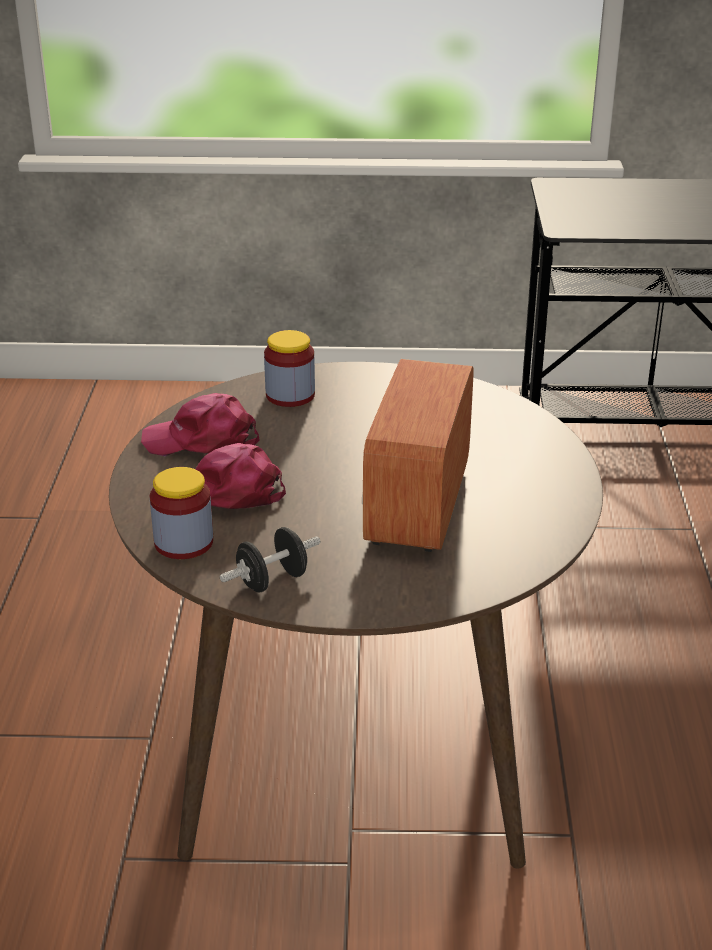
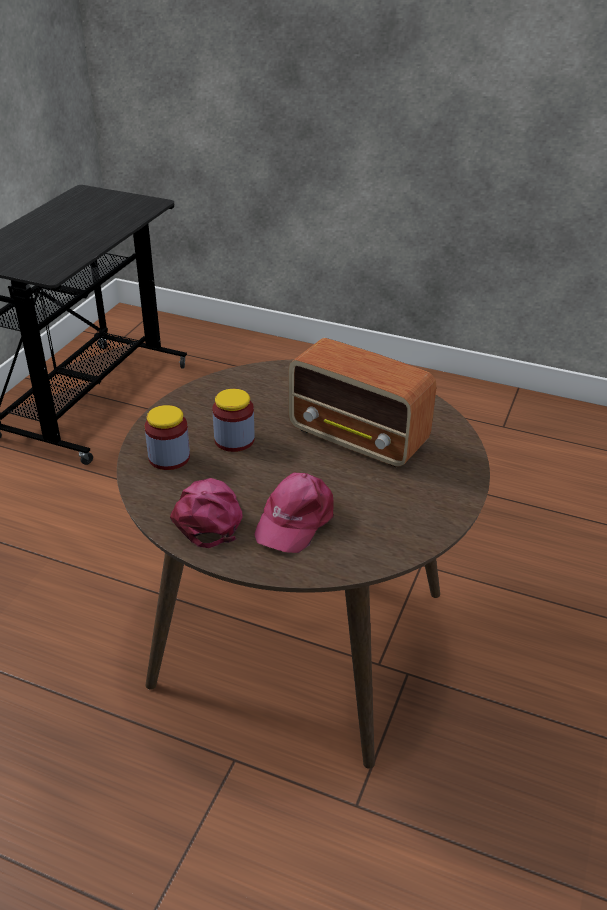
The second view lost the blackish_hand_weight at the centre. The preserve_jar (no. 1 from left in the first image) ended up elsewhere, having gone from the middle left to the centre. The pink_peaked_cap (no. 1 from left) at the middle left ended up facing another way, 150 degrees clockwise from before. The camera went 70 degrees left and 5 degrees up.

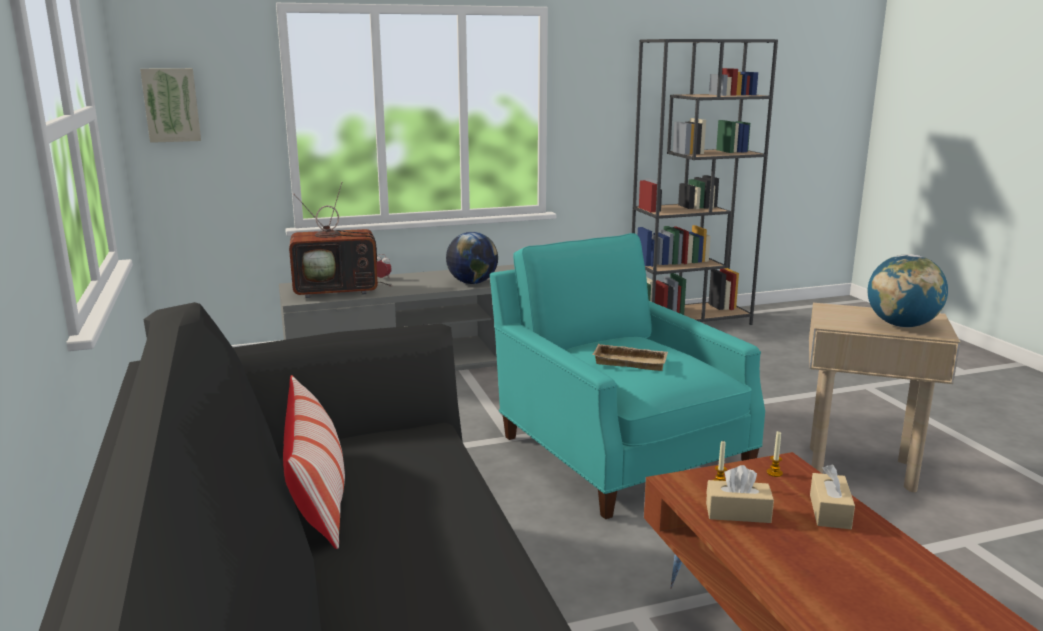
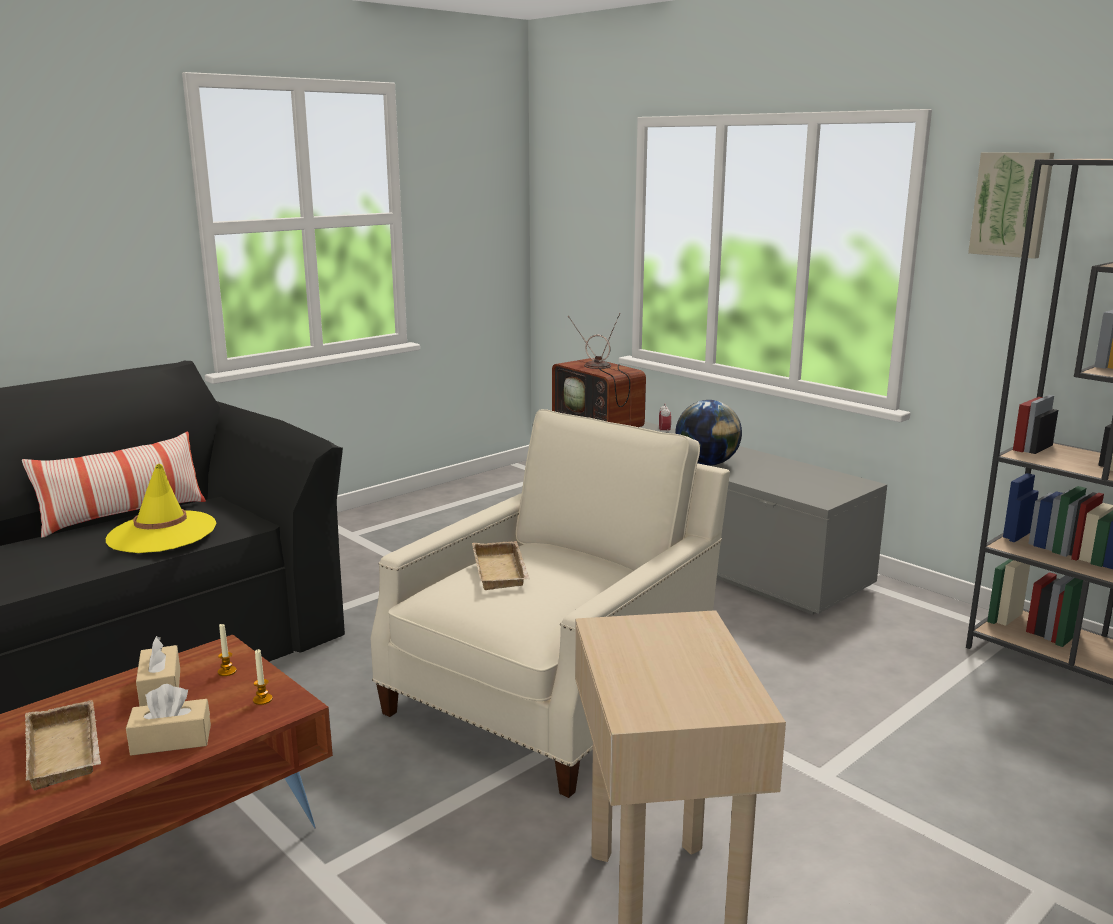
The second view lost the globe (no. 2 from left) at the middle right. The second view gained the beige_tray (no. 1 from left) at the bottom left. The second view gained the yellow-coloured_clothing_hat at the middle left. The wall_art ended up elsewhere, having gone from the top left to the top right. What was the turquoise_easy_chair at the centre turned into the beige_easy_chair at the centre. The camera went 65 degrees right and 0 degrees up.

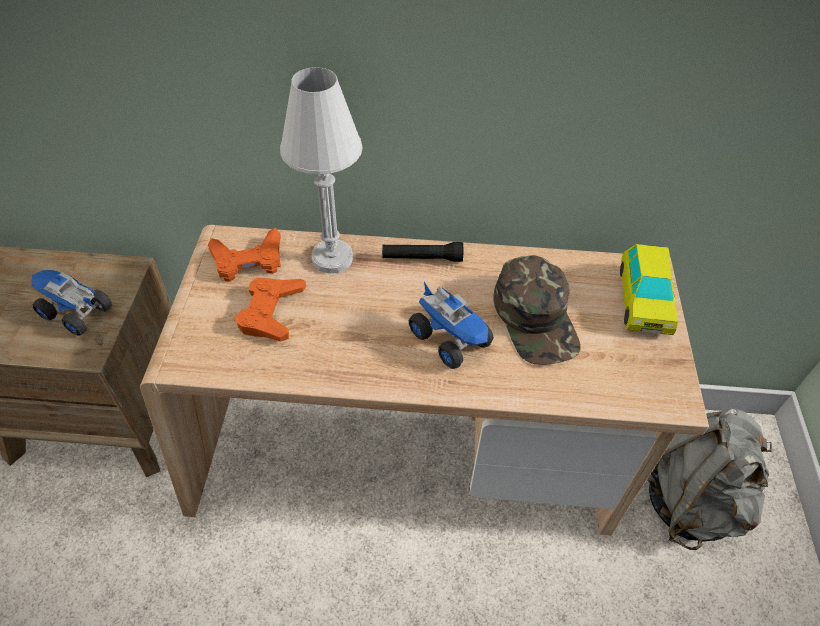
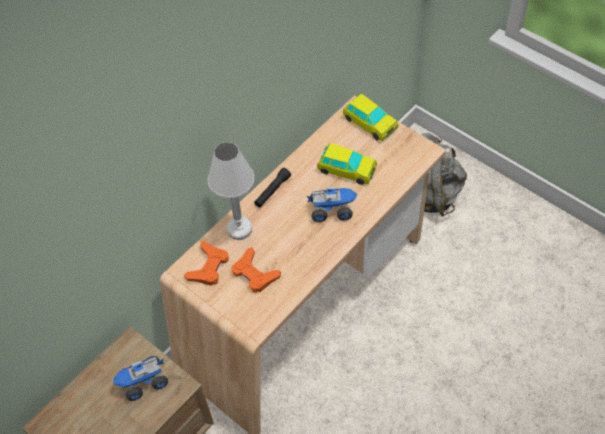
Where the green-coloured_peaked_cap stood at the centre, the toy_car (no. 1 from left) came to stand at the centre. The camera went 50 degrees left and 5 degrees up.

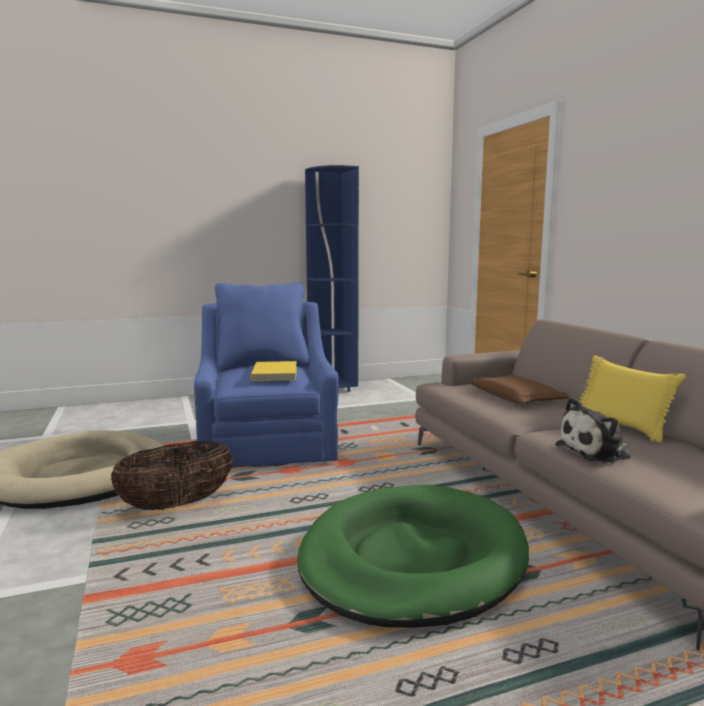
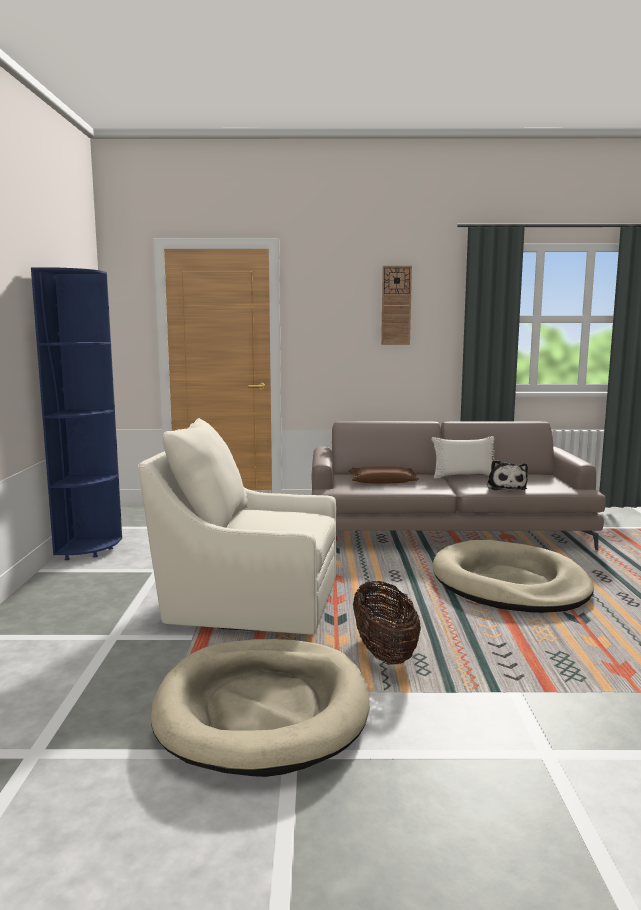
The second view lost the yellow-coloured_bound_book at the centre. The second view gained the wall_clock at the centre. What was the blue-coloured_easy_chair at the centre turned into the beige_easy_chair at the centre. What was the green-coloured_pet_bed at the bottom centre turned into the beige_pet_bed (no. 2 from left) at the middle right. What was the yellow-coloured_pillow at the middle right turned into the white_pillow at the middle right. The camera went 70 degrees left and 0 degrees up.

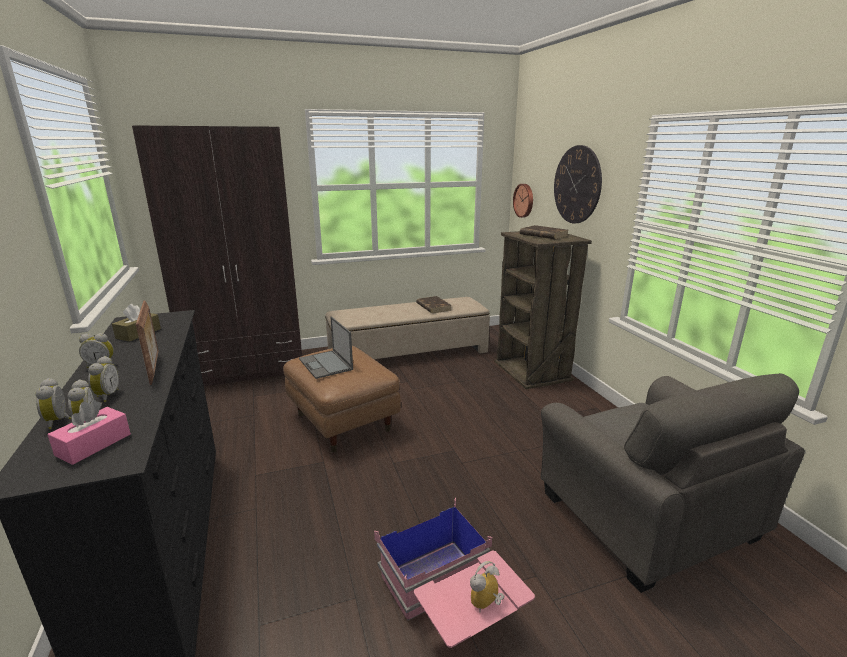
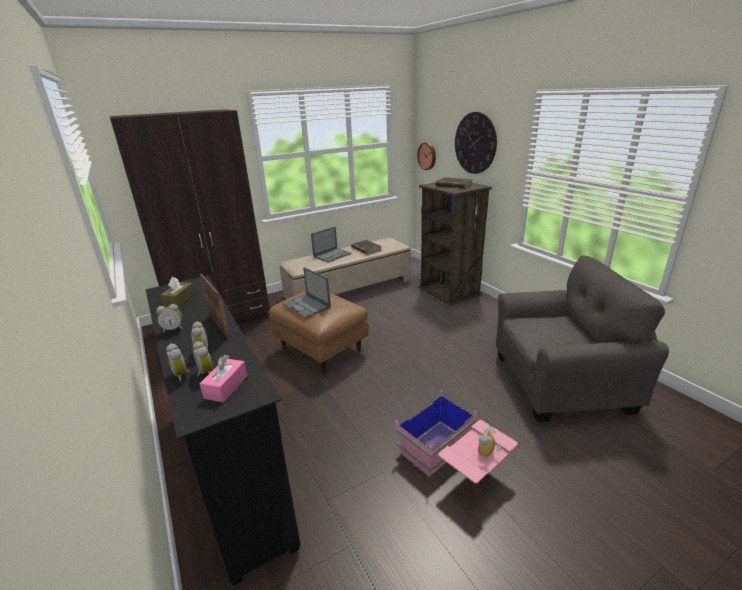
The second view gained the notebook_computer (no. 2 from left) at the centre. The greyish_easy_chair at the bottom right ended up facing another way, 60 degrees counterclockwise from before. The camera went 10 degrees left and 5 degrees up.

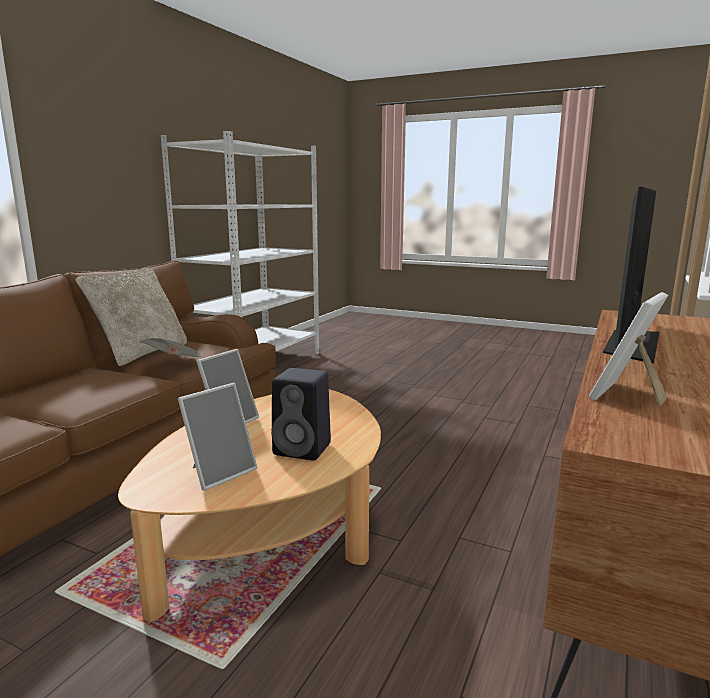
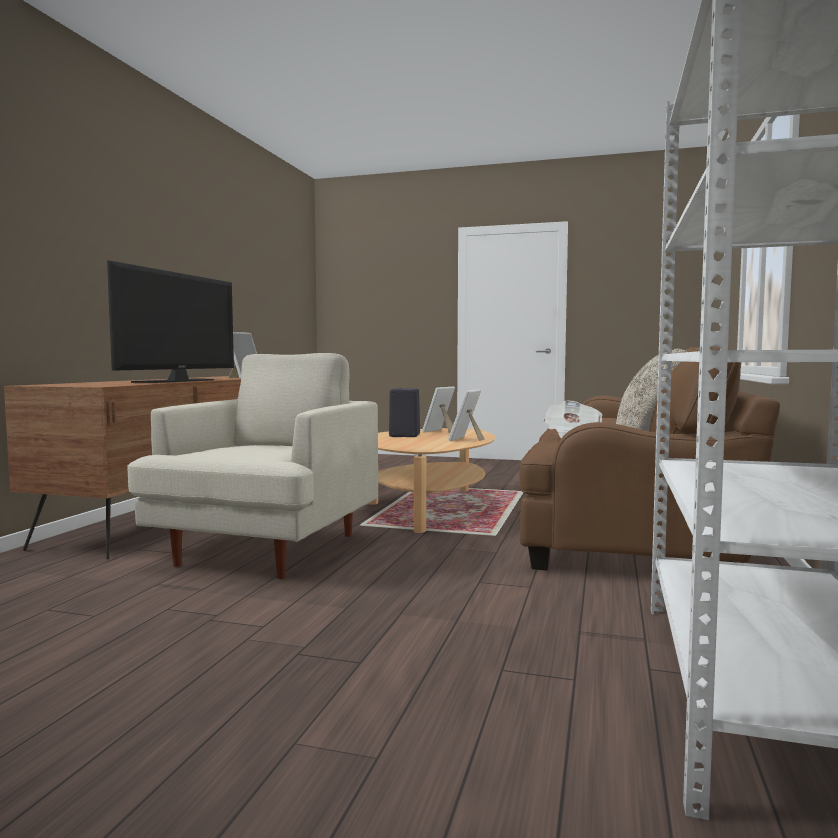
The second view gained the beige_easy_chair at the middle left. The camera went 170 degrees right and 10 degrees down.

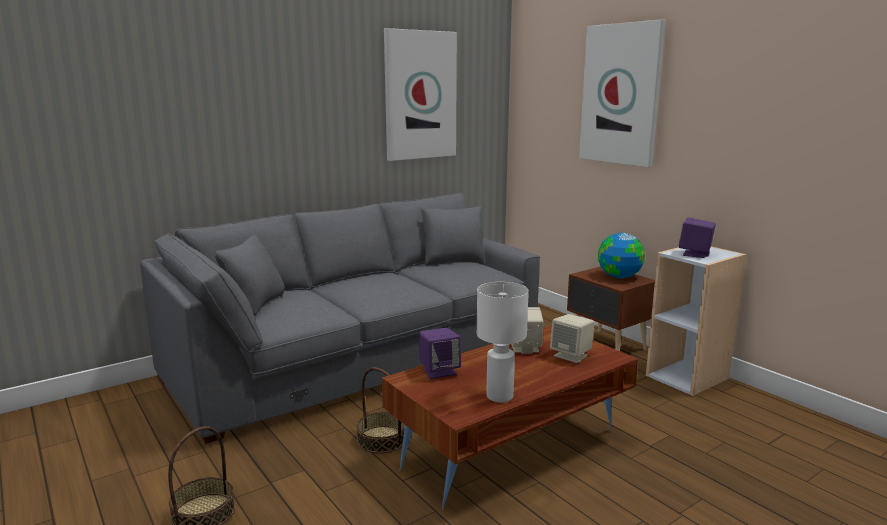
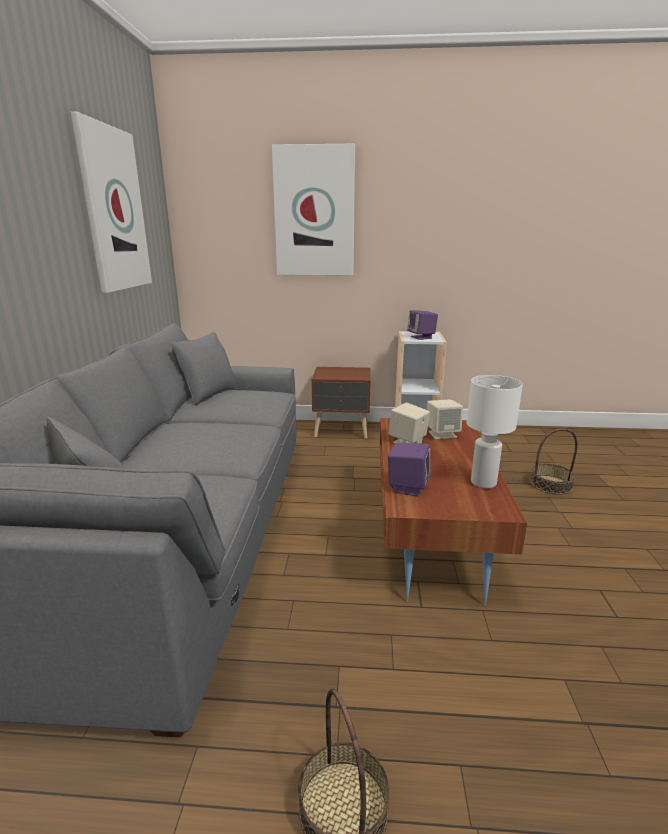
The second view lost the globe at the middle right. The storage_basket (no. 2 from left) ended up elsewhere, having gone from the bottom centre to the middle right. The camera went 50 degrees left and 5 degrees up.

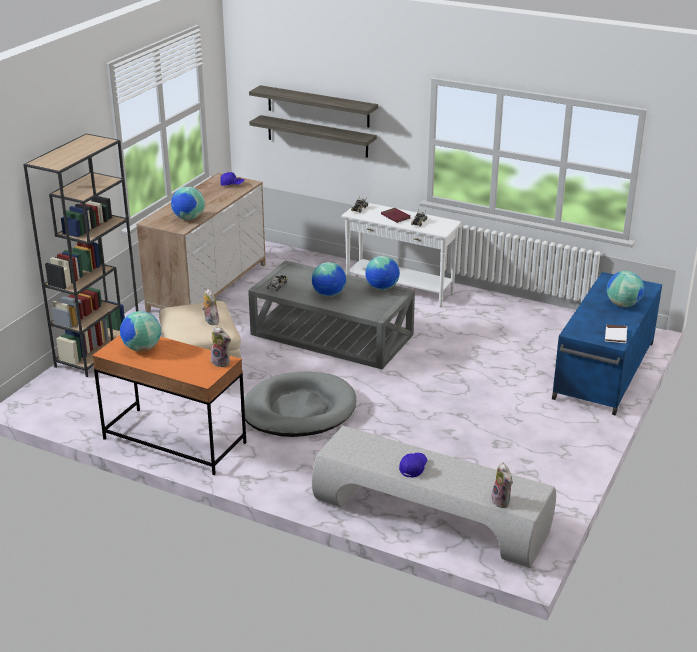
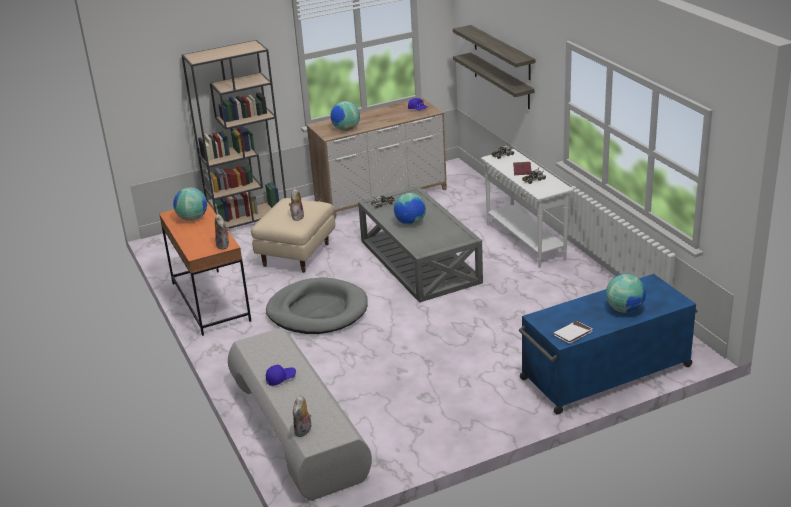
The second view lost the globe (no. 4 from left) at the centre. The camera went 40 degrees right and 0 degrees up.

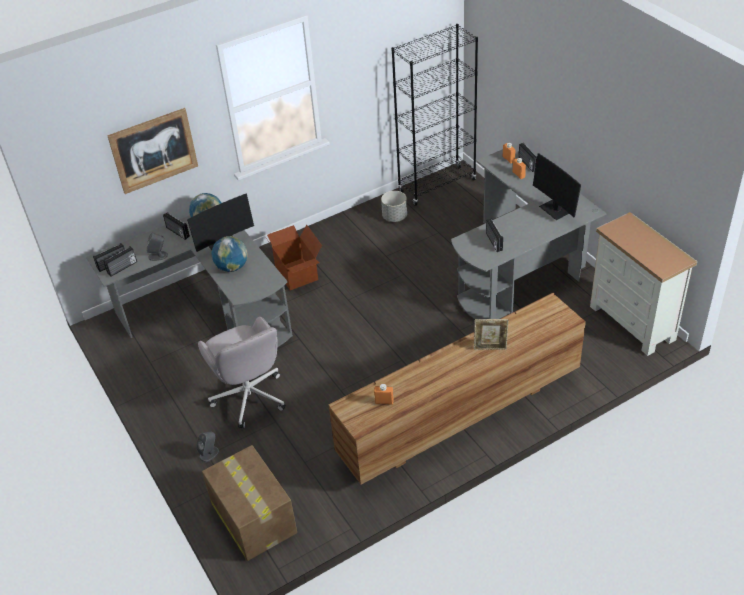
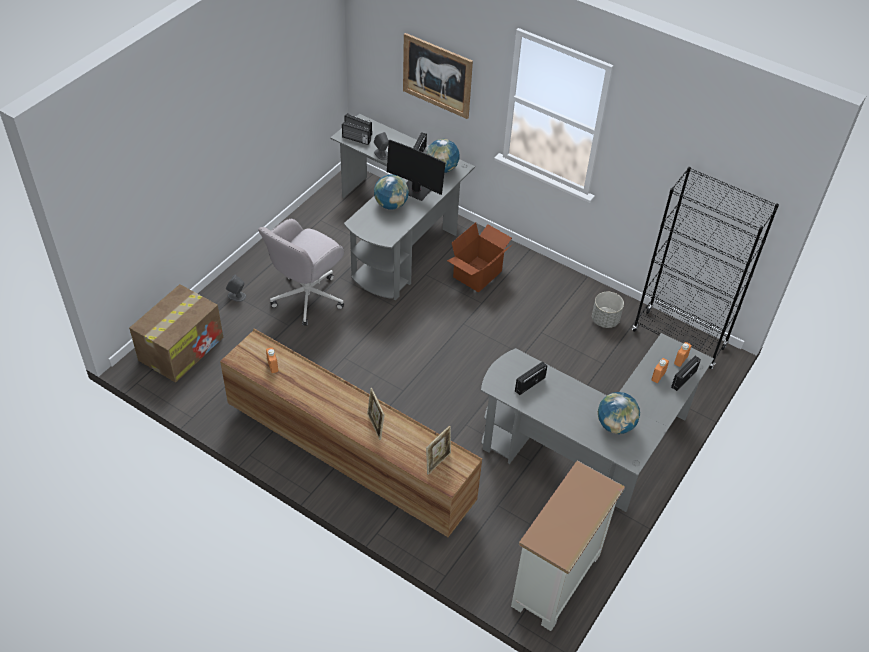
The second view gained the photo_frame (no. 2 from left) at the bottom centre. Where the computer_screen (no. 2 from left) stood at the top right, the globe (no. 3 from left) came to stand at the middle right. The camera went 60 degrees right and 5 degrees up.

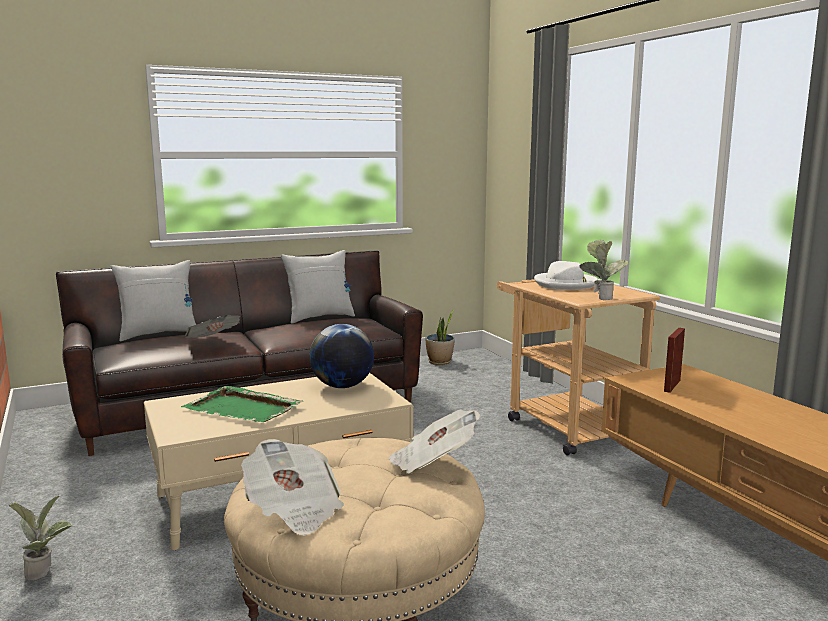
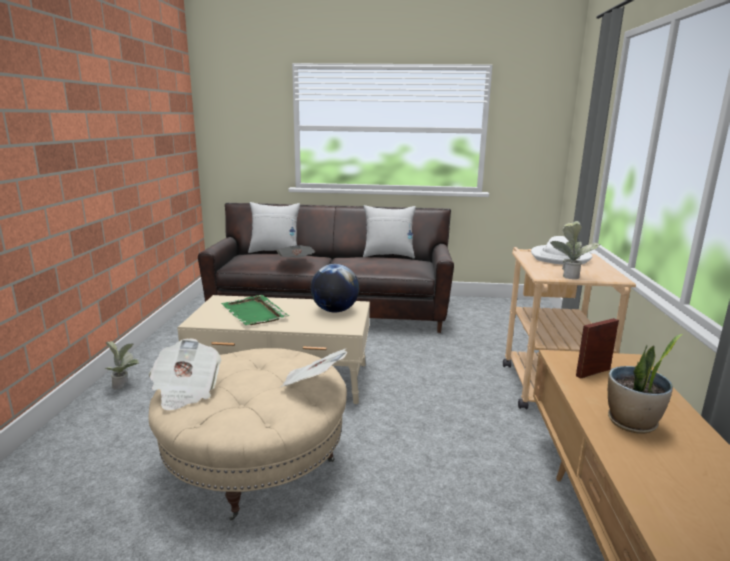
The plant_in_a_pot (no. 2 from left in the first image) ended up elsewhere, having gone from the centre to the bottom right. The camera went 30 degrees right and 5 degrees up.

